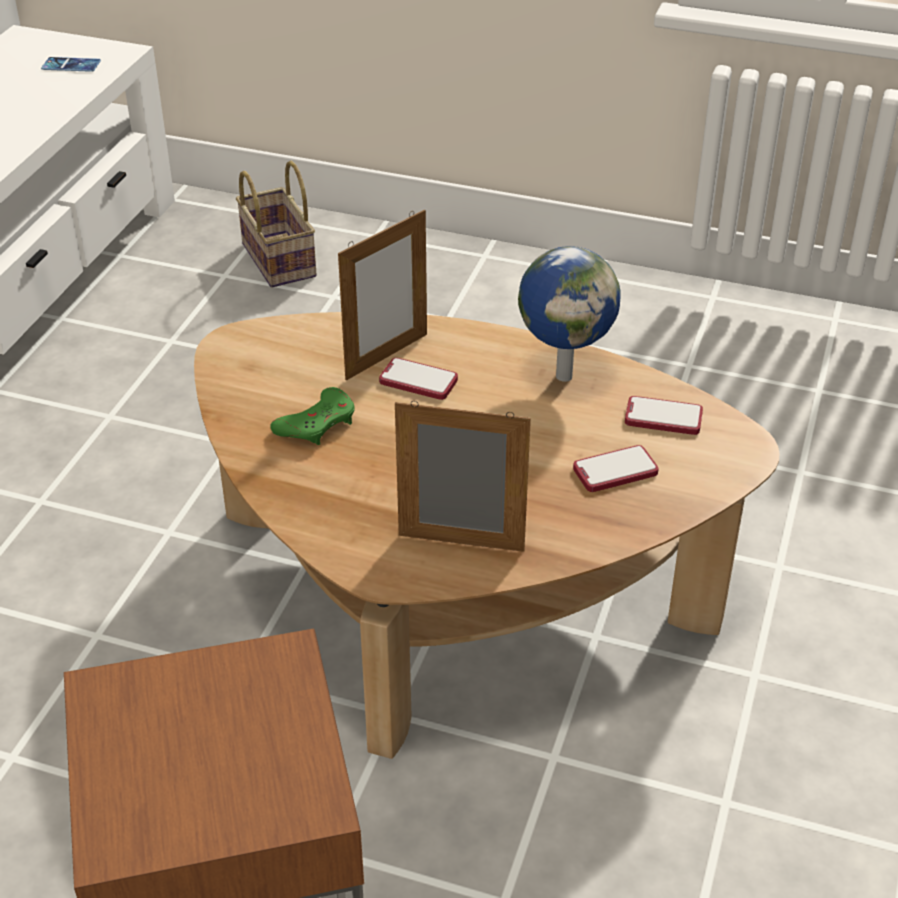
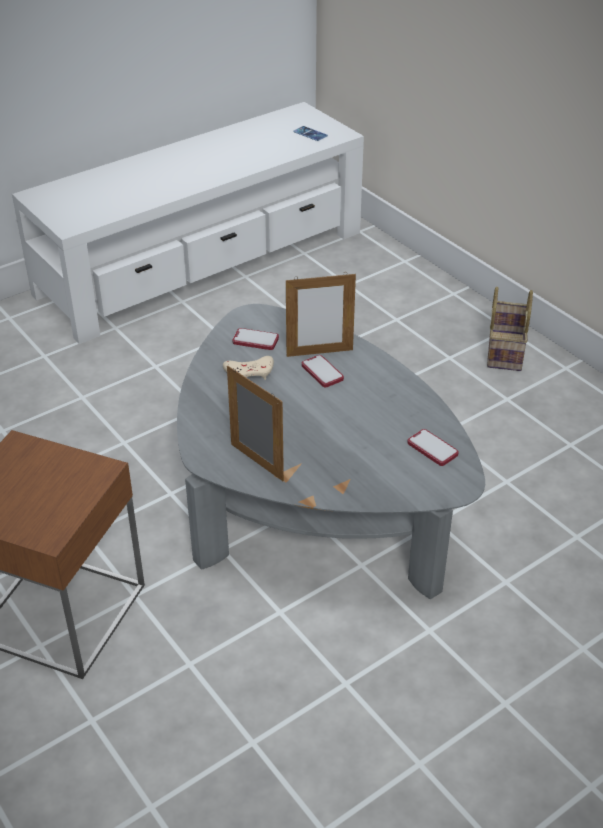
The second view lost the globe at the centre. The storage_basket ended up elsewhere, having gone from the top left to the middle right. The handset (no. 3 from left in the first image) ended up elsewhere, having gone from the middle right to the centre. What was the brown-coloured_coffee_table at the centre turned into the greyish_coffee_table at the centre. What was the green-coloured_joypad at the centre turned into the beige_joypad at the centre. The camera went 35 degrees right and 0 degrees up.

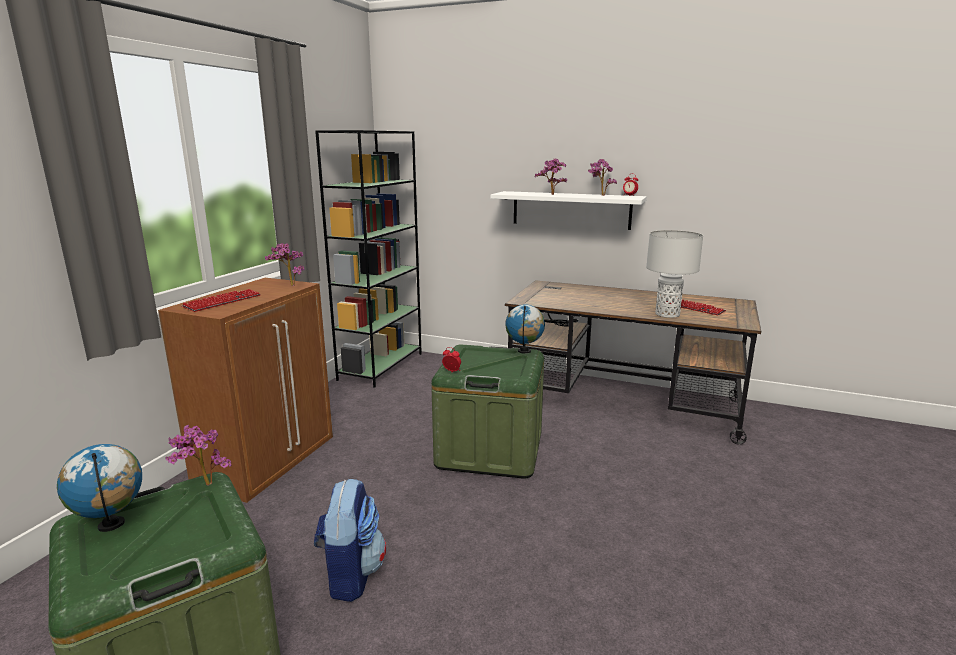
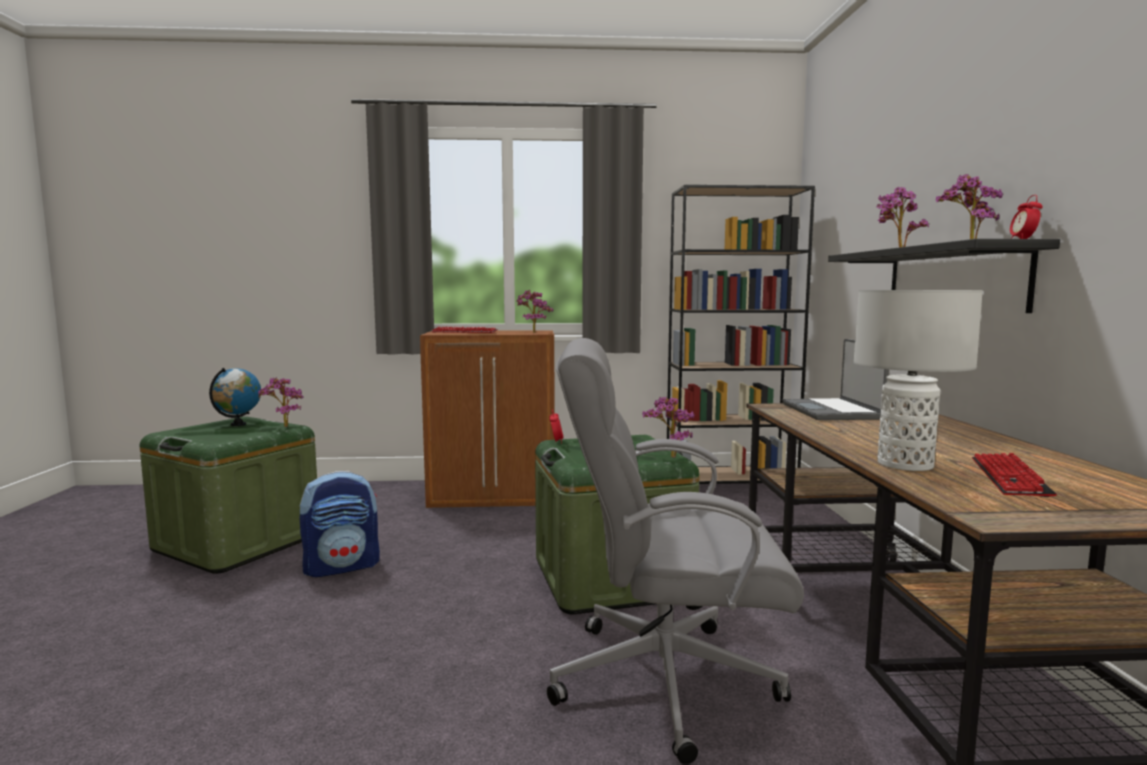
The second view gained the greyish_desk_chair at the bottom centre. The second view gained the notebook_computer at the middle right. Where the globe (no. 2 from left) stood at the centre, the plant_in_a_pot (no. 3 from left) came to stand at the centre. What was the green-coloured_bookcase at the centre turned into the beige_bookcase at the centre. What was the white_shelf at the top centre turned into the blackish_shelf at the middle right. The camera went 65 degrees right and 10 degrees down.

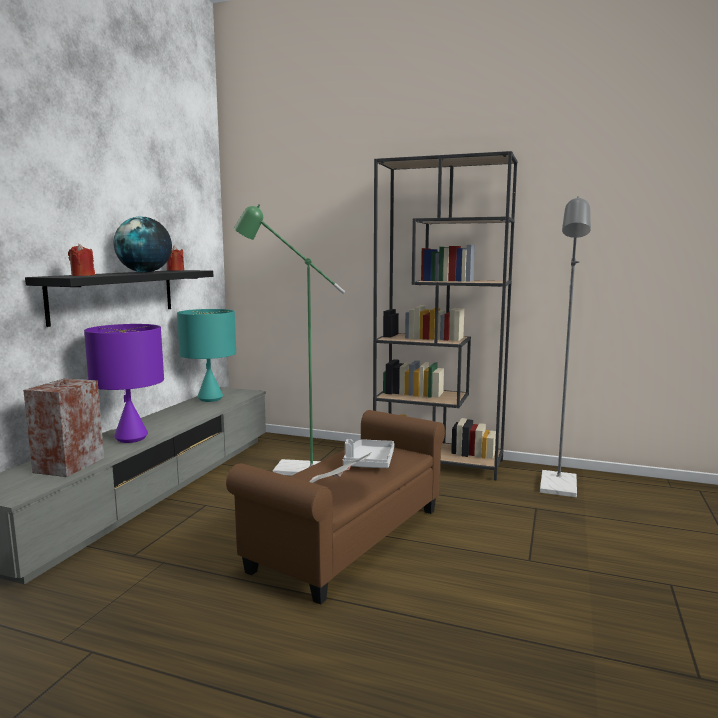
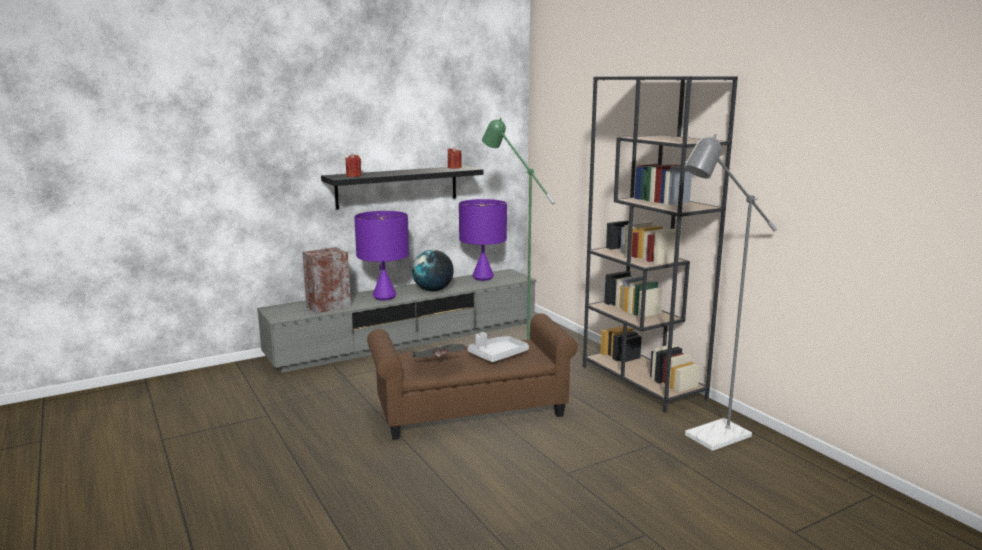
The globe ended up elsewhere, having gone from the middle left to the centre. What was the turquoise_table_lamp at the middle left turned into the purplish_table_lamp (no. 2 from left) at the centre. The camera went 40 degrees right and 5 degrees up.

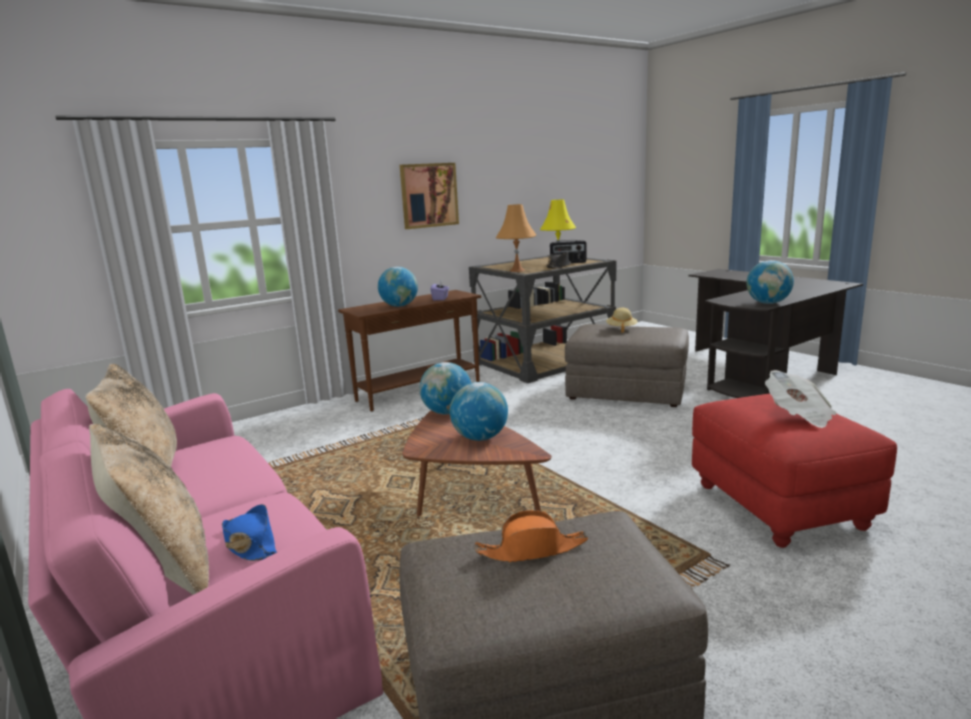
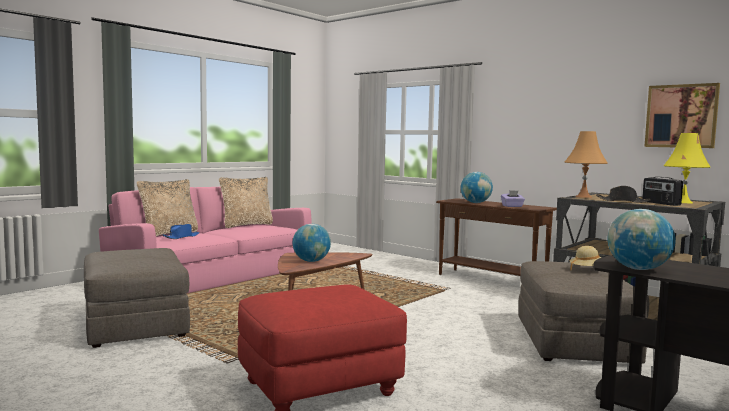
The second view lost the globe (no. 2 from left) at the centre. The second view lost the orange-coloured_clothing_hat at the bottom centre. The second view lost the newspaper at the middle right. The wall_art ended up elsewhere, having gone from the top centre to the top right. The camera went 75 degrees right and 10 degrees down.

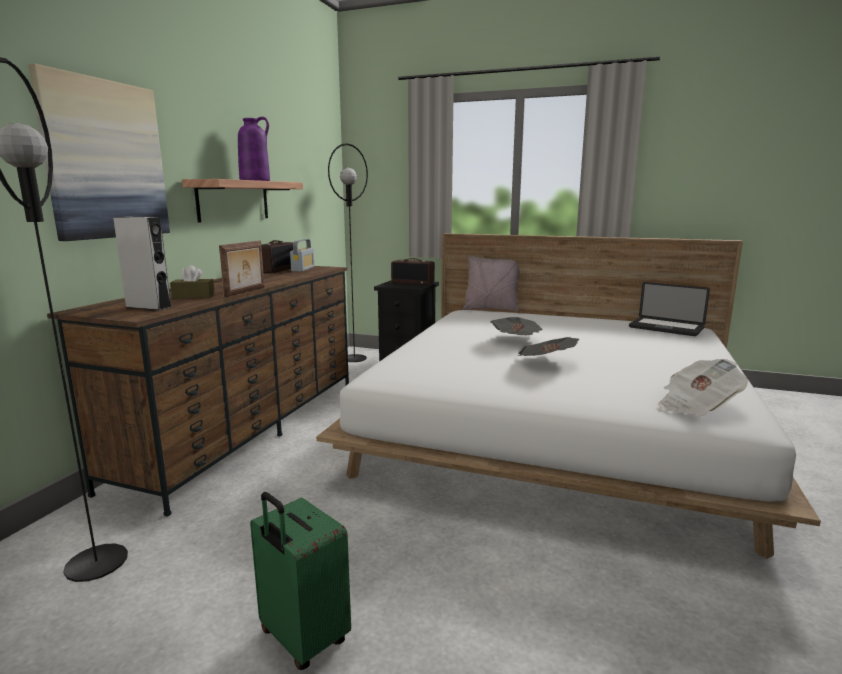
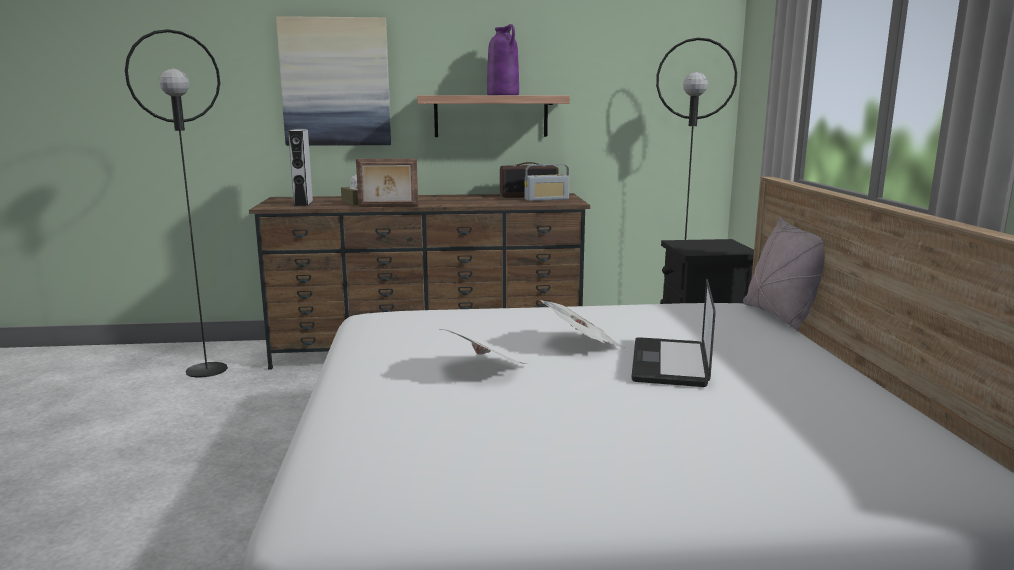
The second view lost the green-coloured_piece_of_luggage at the bottom centre. The second view lost the radio_set (no. 3 from left) at the centre. The second view lost the newspaper (no. 3 from left) at the middle right. The notebook_computer ended up elsewhere, having gone from the middle right to the centre. The camera went 65 degrees right and 0 degrees up.

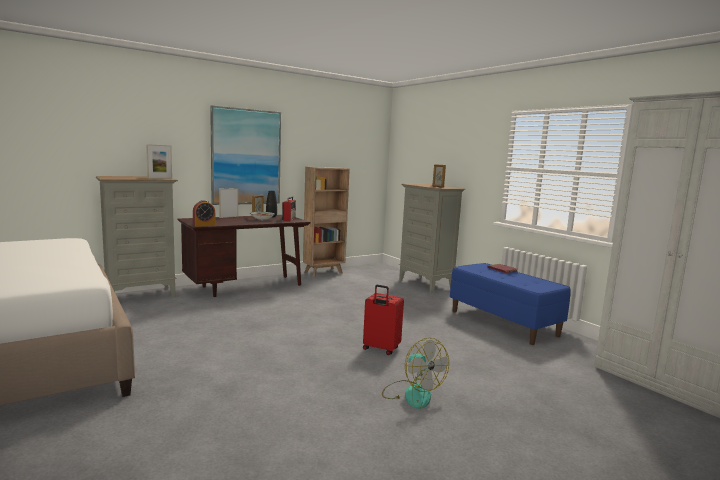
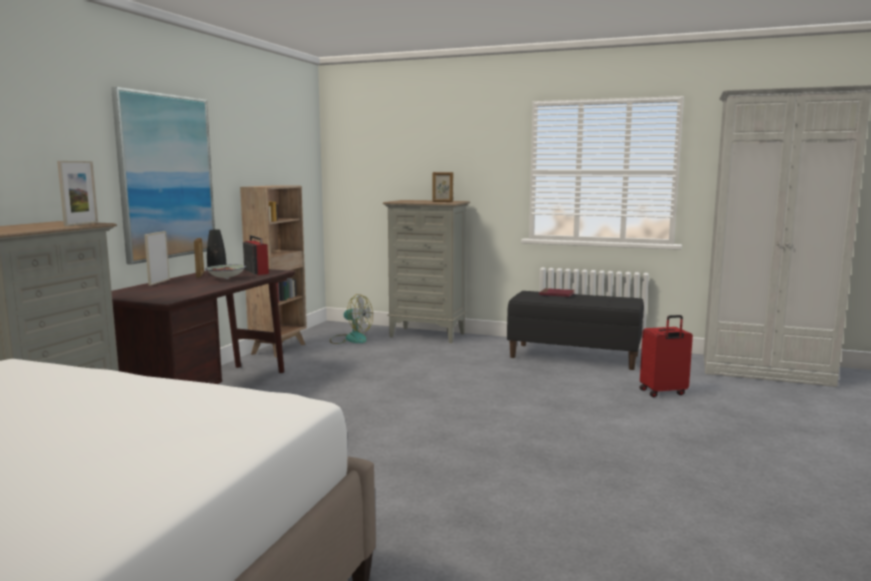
The second view lost the alarm_clock at the middle left. The red_piece_of_luggage ended up elsewhere, having gone from the bottom centre to the middle right. The electric_fan ended up elsewhere, having gone from the bottom centre to the centre. What was the blue-coloured_indoor_bench at the middle right turned into the blackish_indoor_bench at the centre. The camera went 35 degrees left and 0 degrees up.

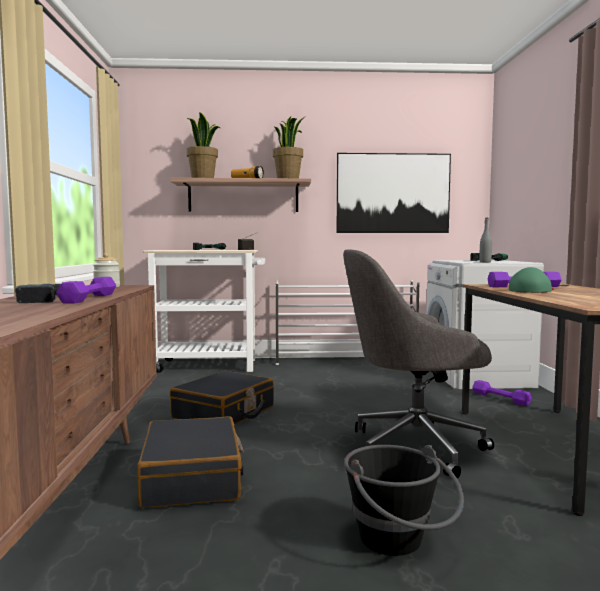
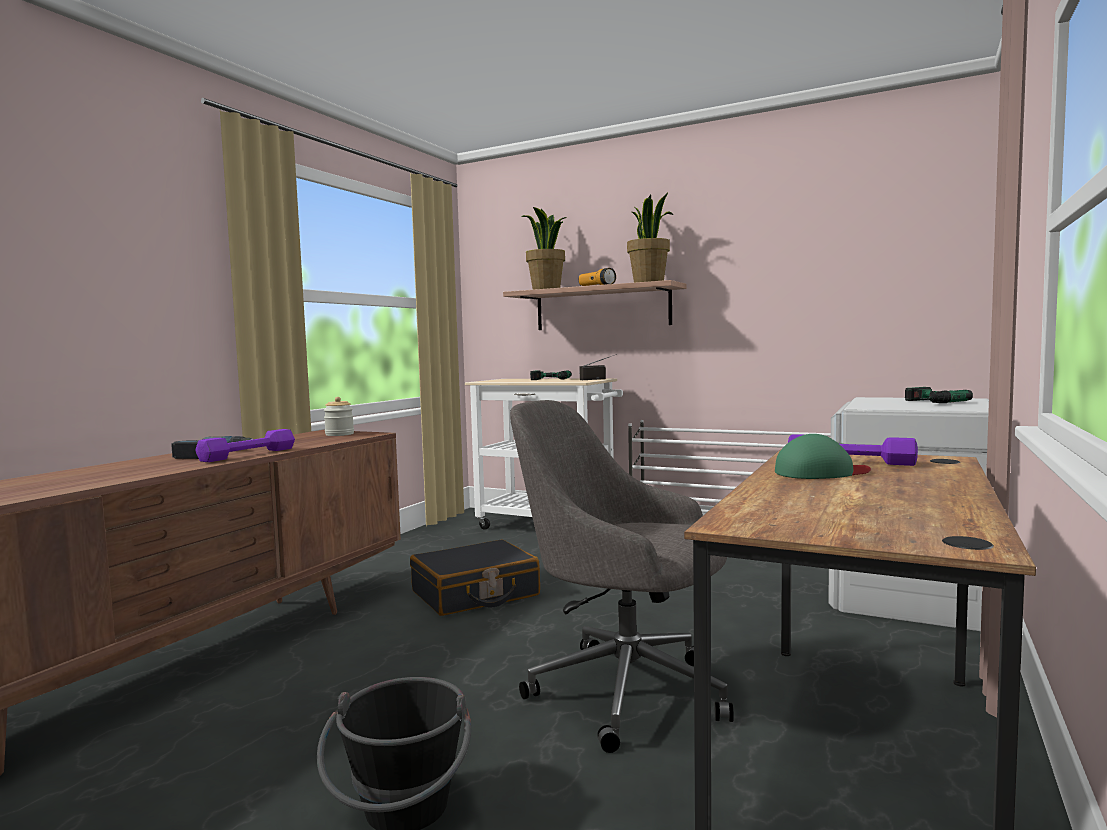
The second view lost the blackish_piece_of_luggage (no. 1 from left) at the bottom left. The second view lost the wall_art at the top centre. The second view lost the purplish_hand_weight (no. 2 from left) at the middle right. The second view lost the greyish_drink_bottle at the middle right. The camera went 30 degrees right and 0 degrees up.

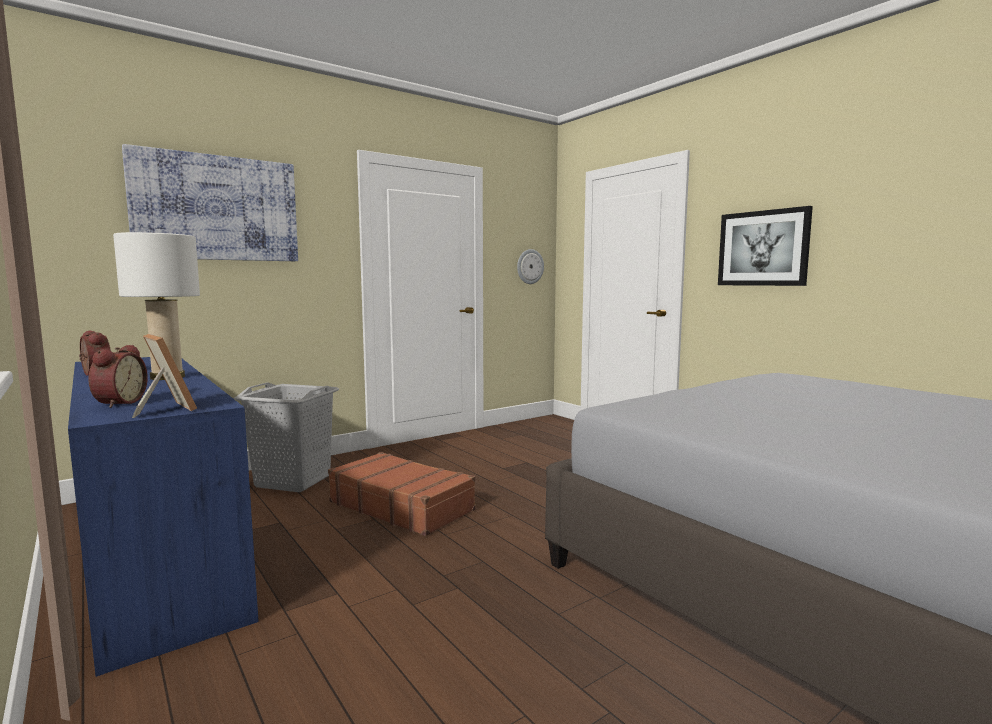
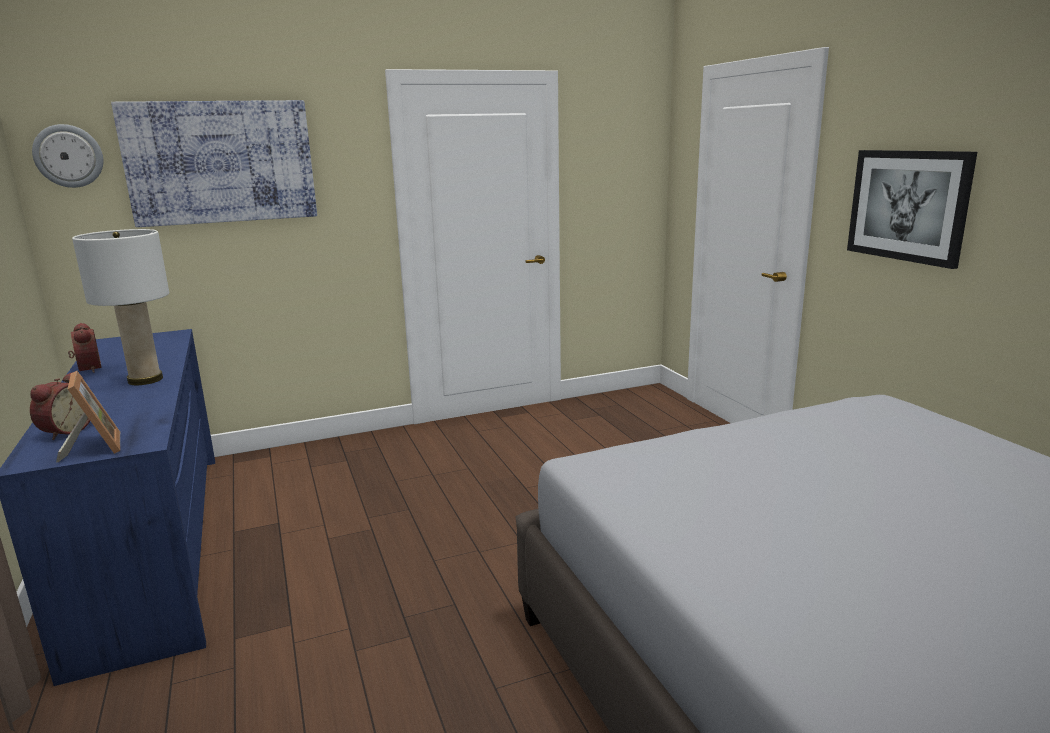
The second view lost the greyish_hamper at the middle left. The second view lost the brown-coloured_piece_of_luggage at the bottom centre. The wall_clock ended up elsewhere, having gone from the centre to the top left. The camera went 15 degrees right and 10 degrees up.

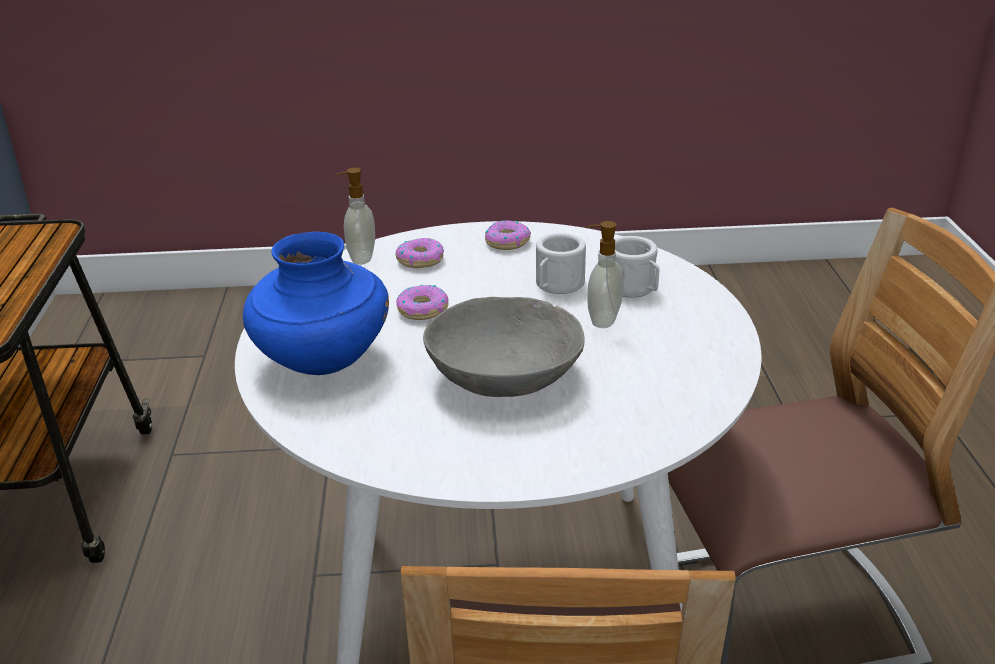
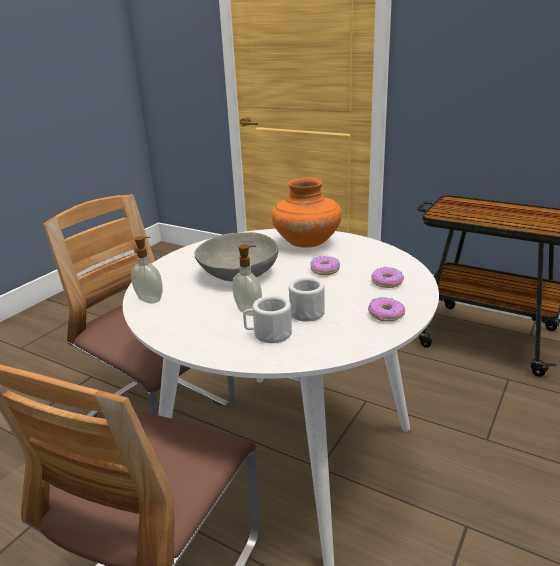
The soap_dispenser (no. 1 from left) ended up elsewhere, having gone from the top centre to the middle left. What was the blue-coloured_decorative_vase at the middle left turned into the orange-coloured_decorative_vase at the centre. The camera went 125 degrees right and 5 degrees down.

